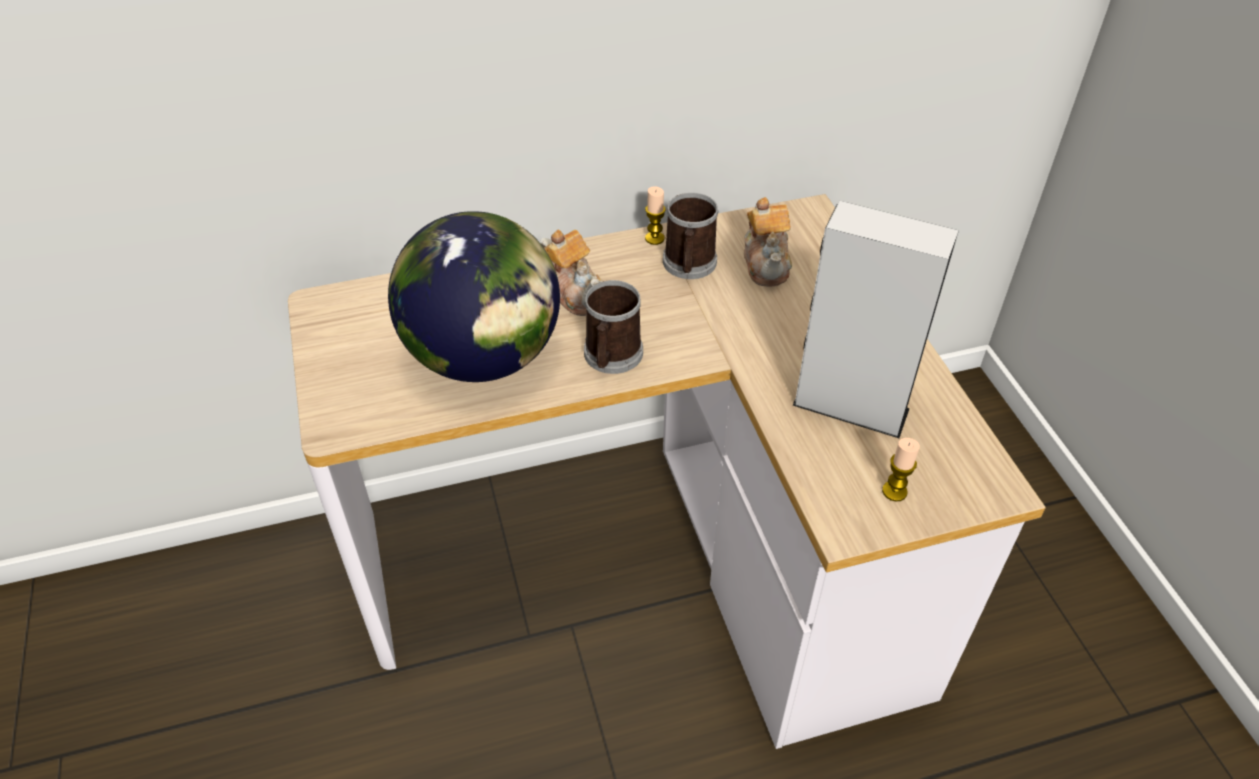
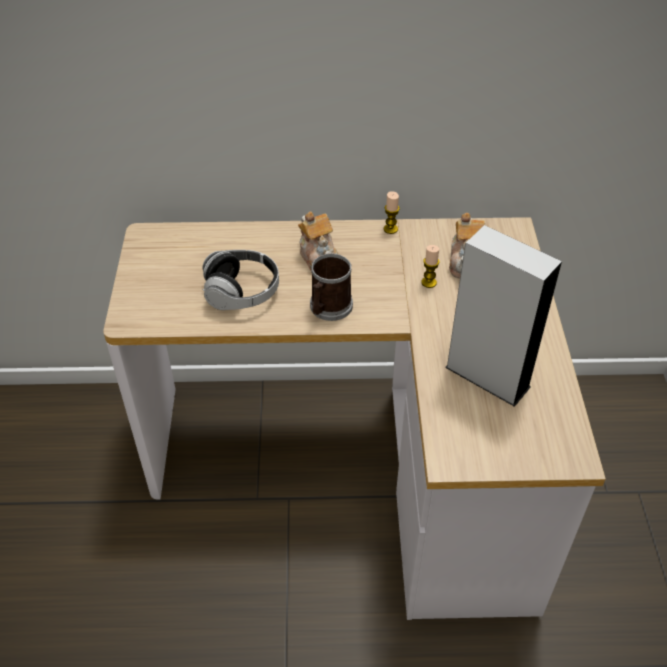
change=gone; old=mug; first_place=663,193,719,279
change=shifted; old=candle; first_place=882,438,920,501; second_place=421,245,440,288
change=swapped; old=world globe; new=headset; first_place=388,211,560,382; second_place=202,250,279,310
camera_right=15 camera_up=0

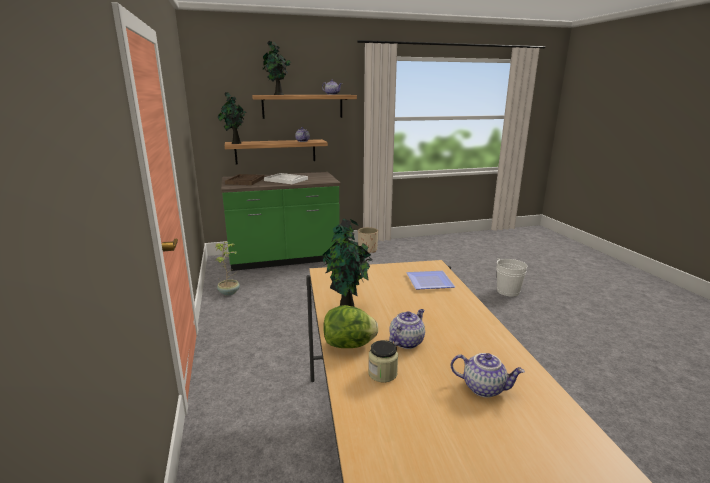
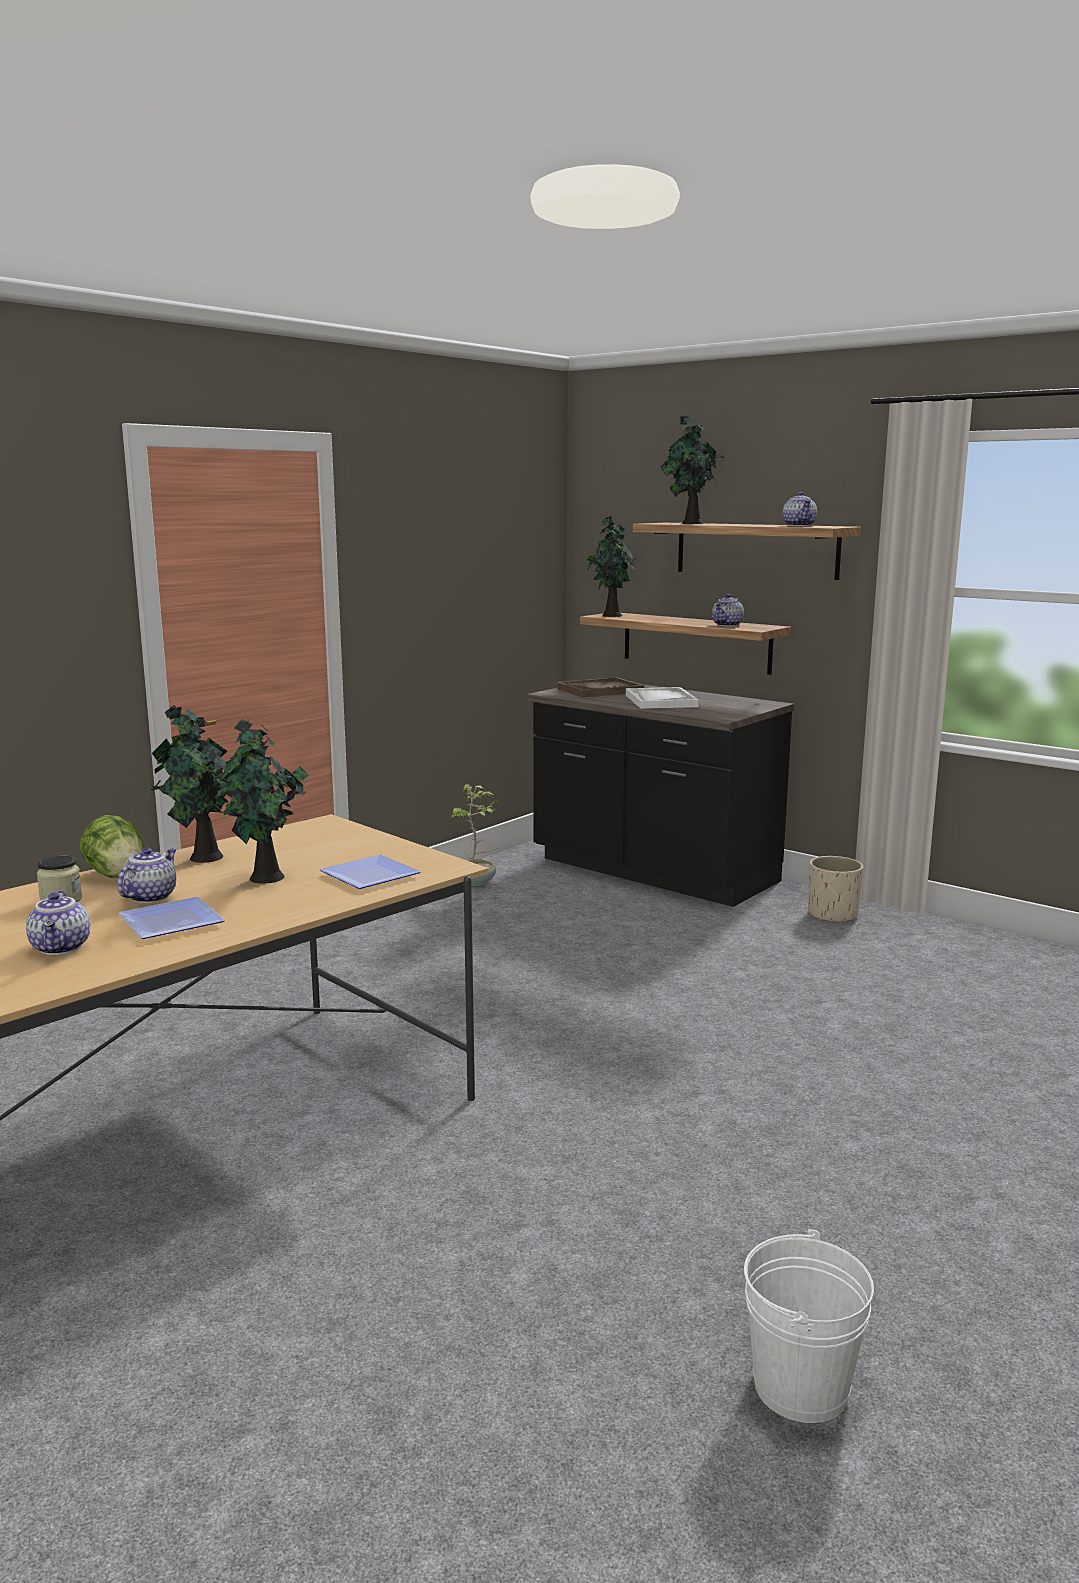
change=new; new=flat dish; second_place=118,897,225,939
change=new; new=plant in a pot; second_place=212,719,309,884
change=shifted; old=white water bucket; first_place=497,258,528,297; second_place=744,1229,874,1423
change=repainted; old=greenish kitchen base unit; new=black kitchen base unit; first_place=221,172,341,271; second_place=527,684,794,907
change=rotated; old=tea pot; first_place=389,309,425,349; second_place=117,848,176,903; degrees=-75
camera_right=55 camera_up=-5

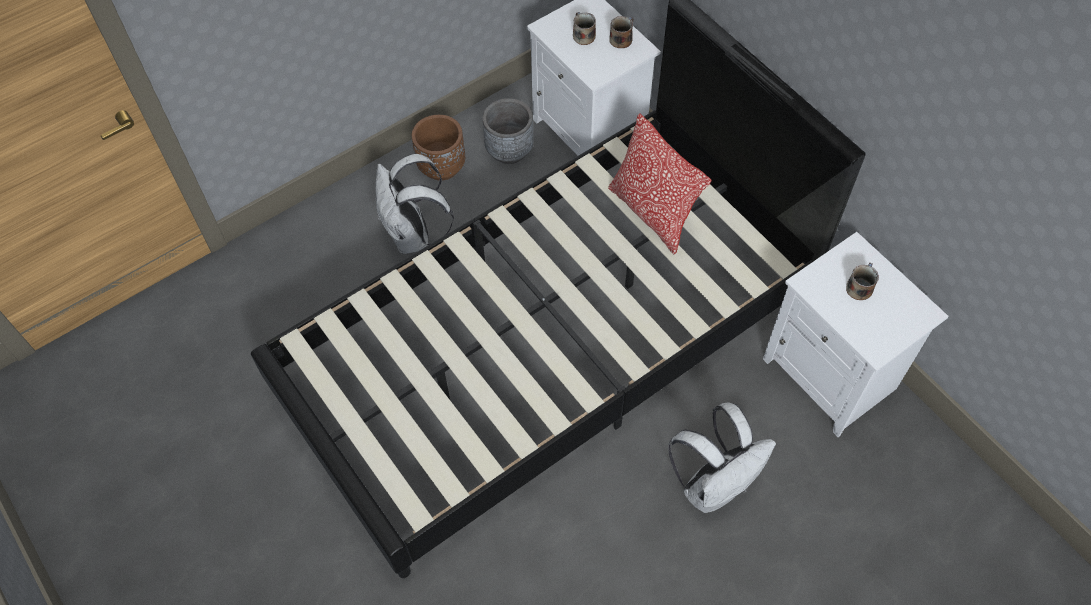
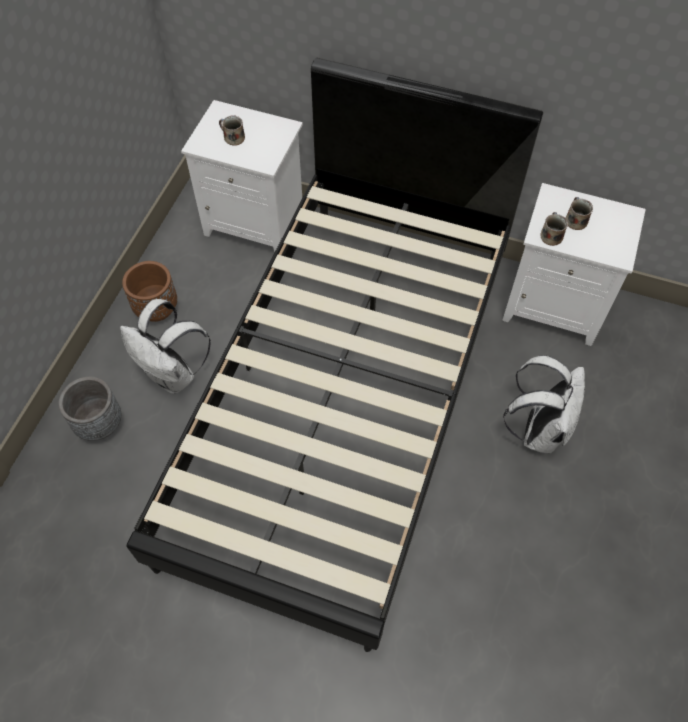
change=gone; old=throw pillow; first_place=608,113,712,254
change=shifted; old=grey planter; first_place=482,98,534,164; second_place=58,377,121,441
change=shifted; old=mug; first_place=609,16,634,48; second_place=540,212,568,246
camera_right=-35 camera_up=0

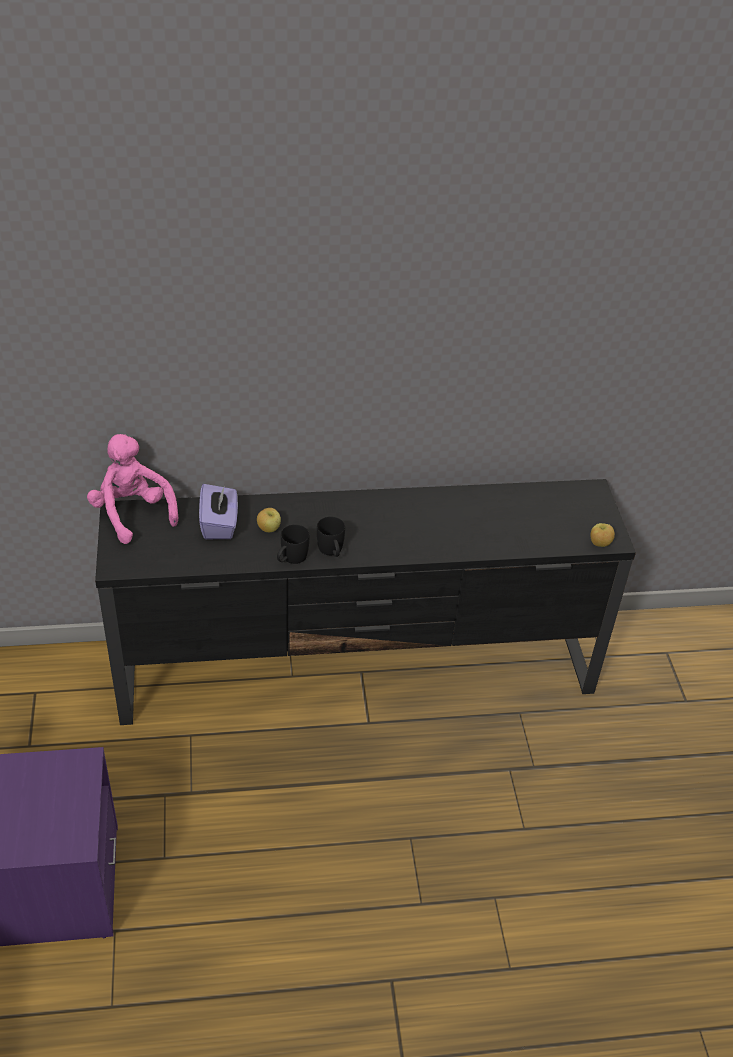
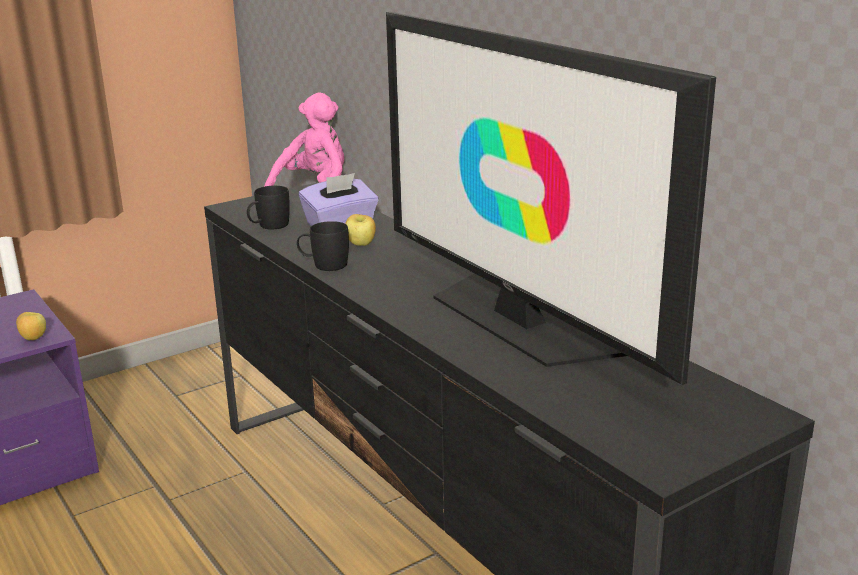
change=new; new=TV; second_place=386,12,716,385
change=shifted; old=black mug; first_place=317,517,345,557; second_place=247,186,290,229
change=shifted; old=apple; first_place=591,523,615,547; second_place=16,312,46,340
camera_right=65 camera_up=-20

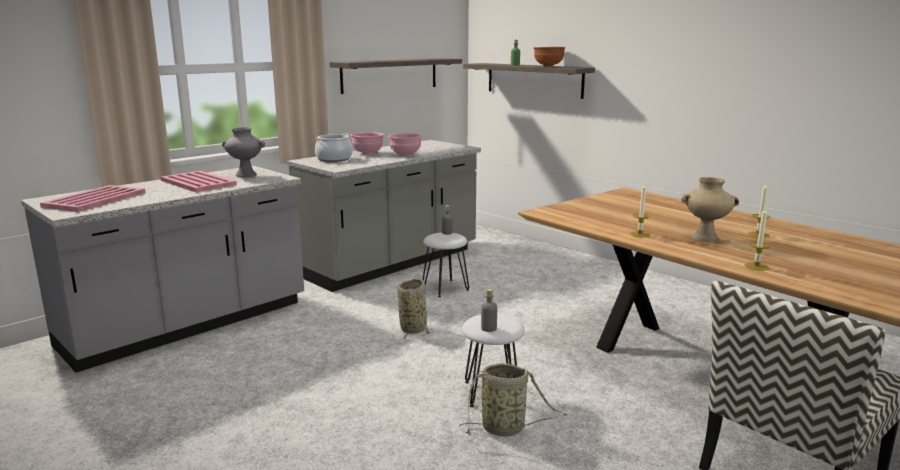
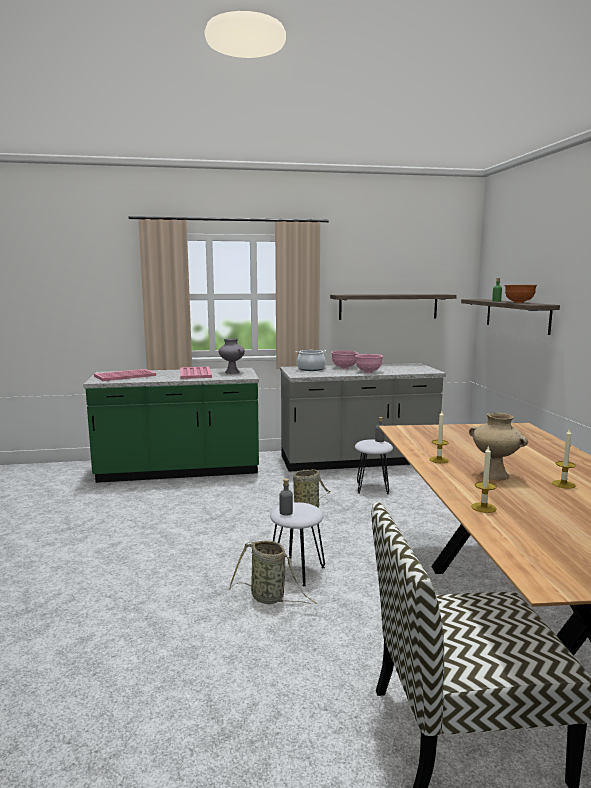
change=repainted; old=grey kitchen base unit; new=greenish kitchen base unit; first_place=21,166,304,372; second_place=83,368,259,483
camera_right=35 camera_up=-5

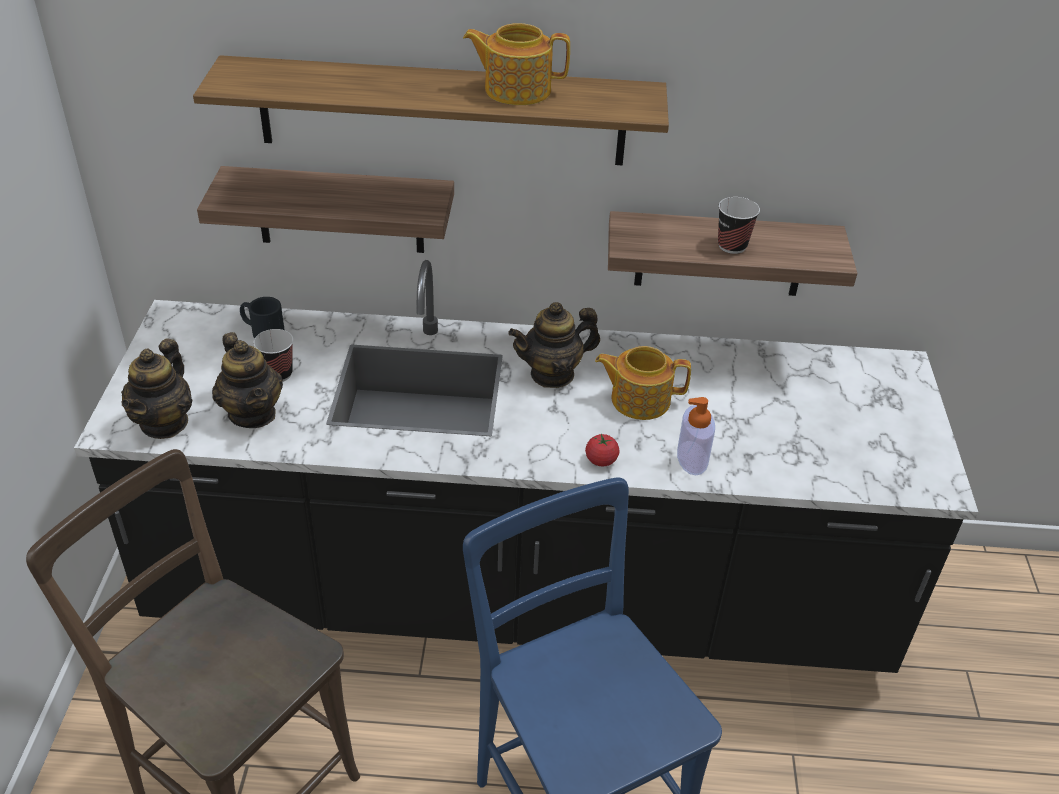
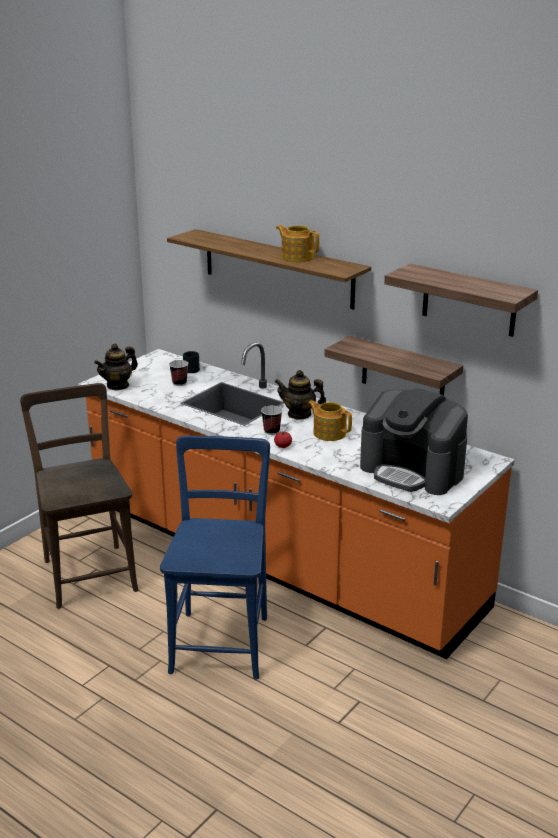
change=gone; old=tea pot; first_place=212,332,283,428
change=gone; old=soap bottle; first_place=677,397,715,475
change=new; new=coffee maker; second_place=360,388,468,495
change=shifted; old=wall shelf; first_place=197,166,454,253; second_place=384,264,538,337
change=shifted; old=cup; first_place=718,197,760,254; second_place=261,406,283,435
change=repainted; old=black kitchen base unit; new=orange kitchen base unit; first_place=74,260,978,673; second_place=78,342,515,659
camera_right=35 camera_up=-15

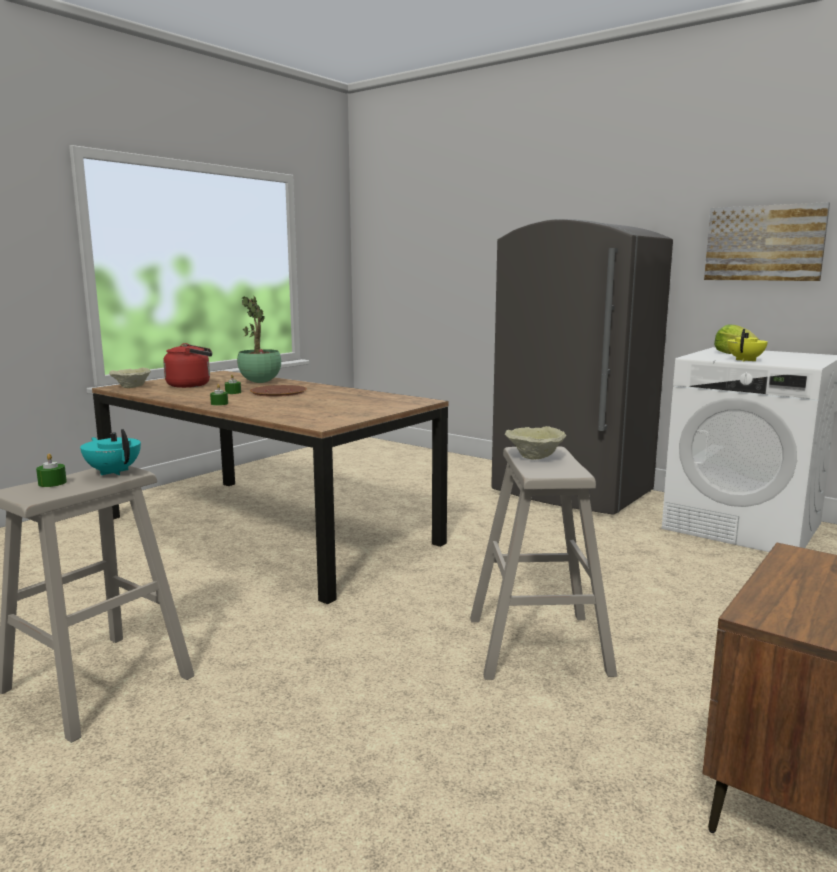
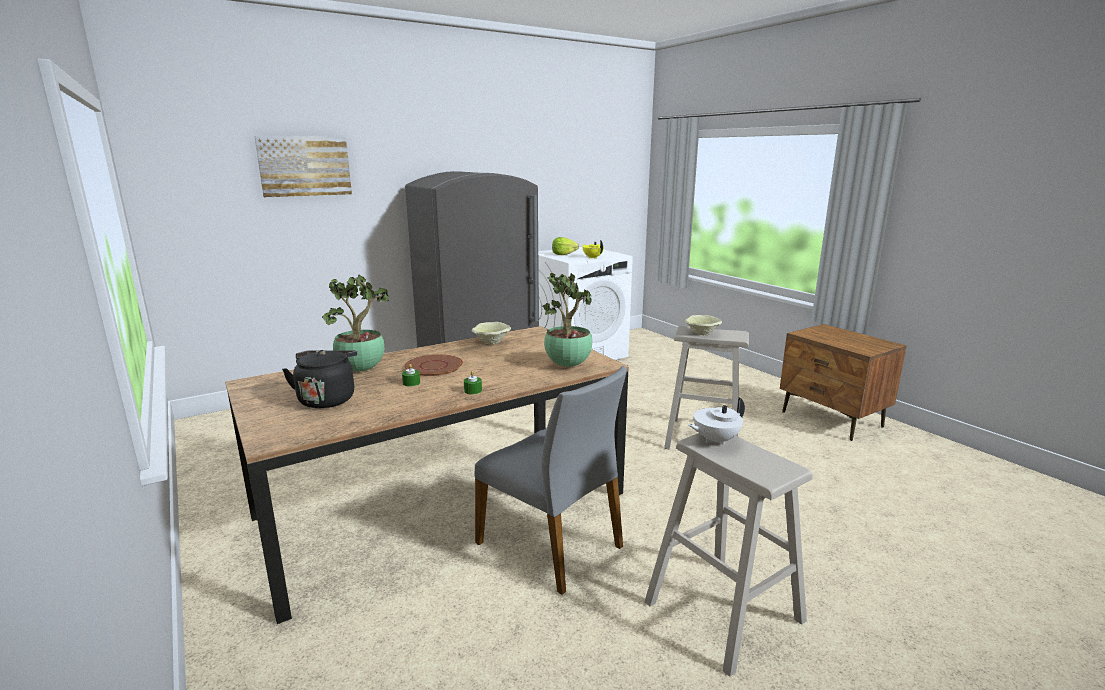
change=gone; old=greenish candle; first_place=36,454,67,487
change=new; new=grey upright chair; second_place=475,366,627,595
change=new; new=plant in a pot; second_place=542,273,592,367
change=shifted; old=beige-coloured bowl; first_place=109,367,151,388; second_place=472,322,511,344
change=shifted; old=wall art; first_place=704,202,830,281; second_place=254,136,352,197
change=repainted; old=turquoise-coloured tea pot; new=white tea pot; first_place=80,429,141,475; second_place=688,397,745,445
change=repainted; old=reddish kettle; new=black kettle; first_place=163,343,212,388; second_place=282,350,358,408
camera_right=-70 camera_up=5

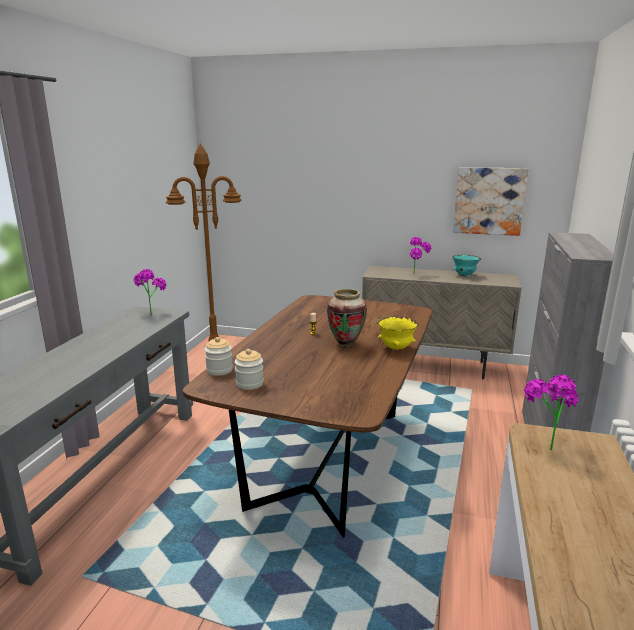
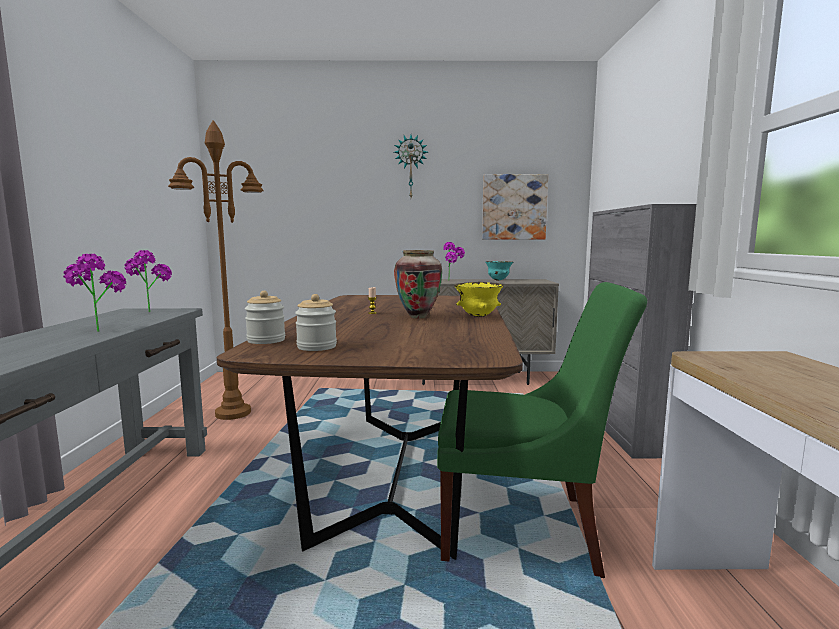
change=new; new=wall clock; second_place=394,135,428,197
change=new; new=greenish upright chair; second_place=437,282,647,578
change=shifted; old=plant in a pot; first_place=524,374,578,450; second_place=63,254,127,332
camera_right=-15 camera_up=-10

